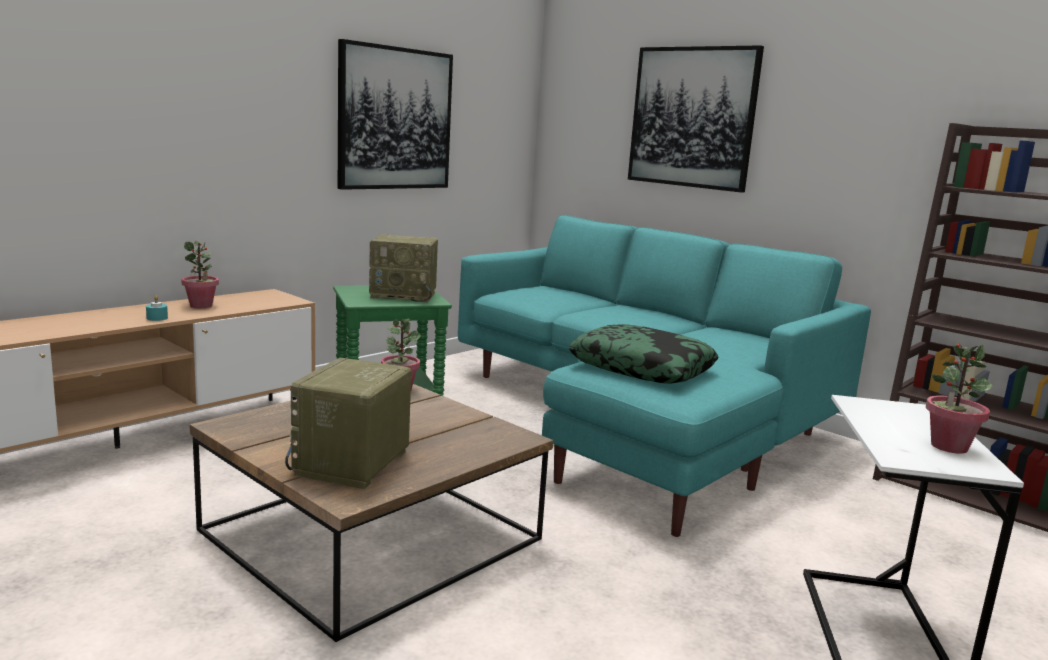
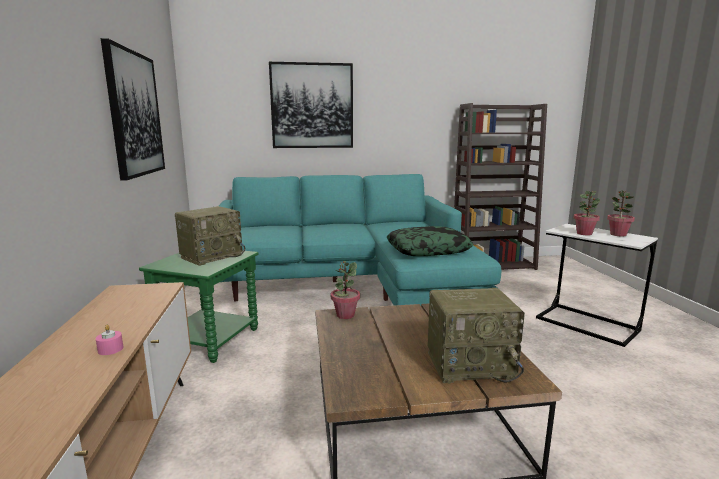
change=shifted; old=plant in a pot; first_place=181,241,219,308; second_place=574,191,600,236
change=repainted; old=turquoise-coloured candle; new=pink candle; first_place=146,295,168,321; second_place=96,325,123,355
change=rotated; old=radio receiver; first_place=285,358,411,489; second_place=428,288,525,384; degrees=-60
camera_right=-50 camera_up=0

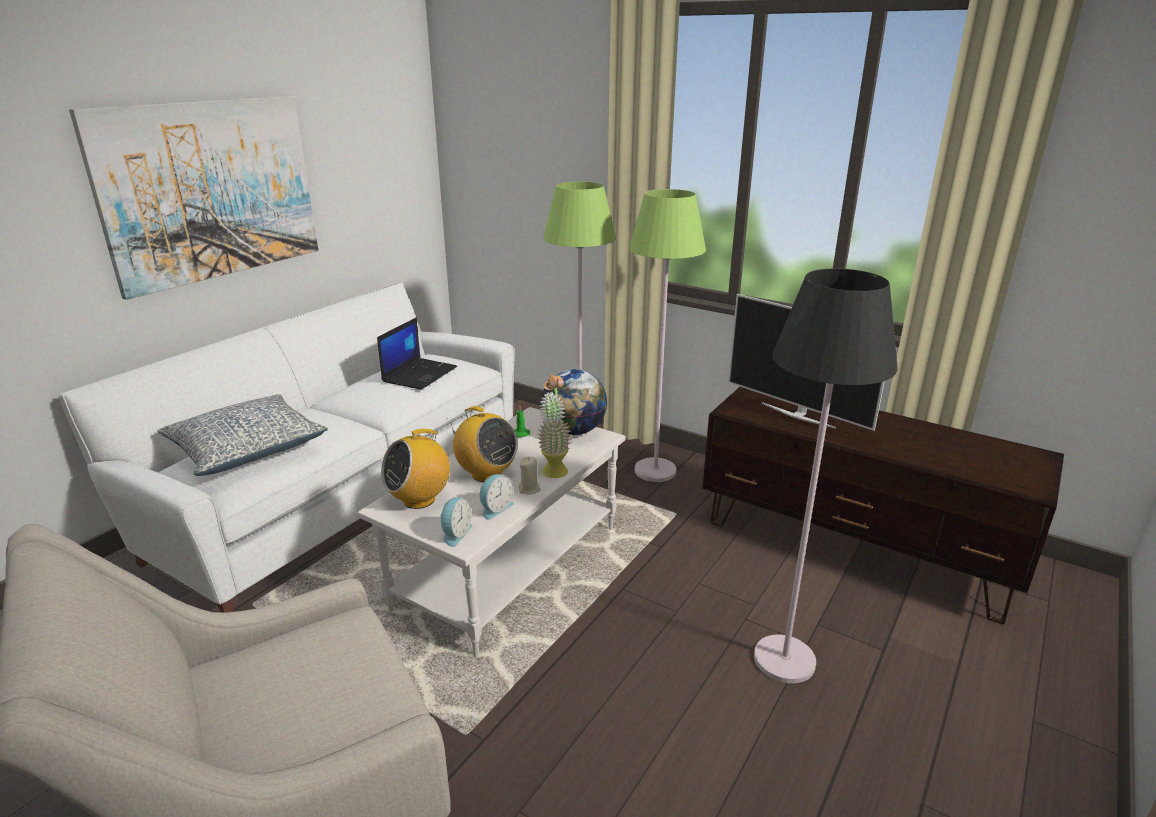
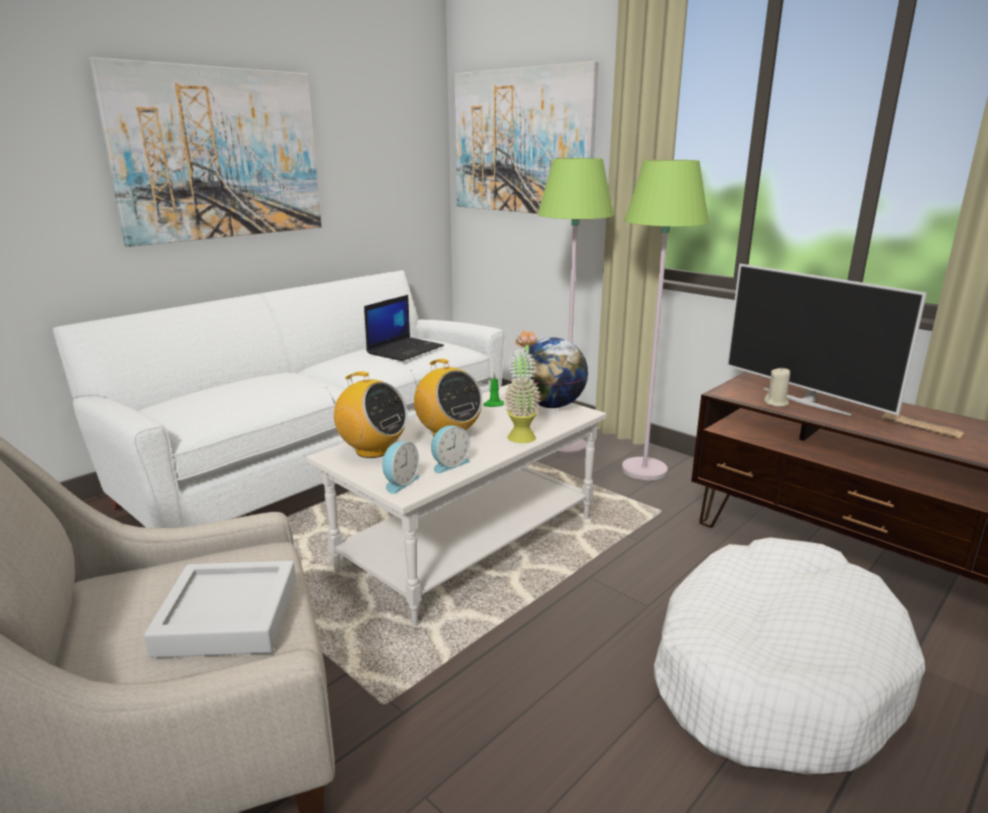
change=gone; old=throw pillow; first_place=157,394,328,476
change=new; new=grey serving tray; second_place=144,561,296,658
change=new; new=wall art; second_place=454,61,599,214
change=new; new=daily paper; second_place=881,412,964,439
change=shifted; old=beige-coloured candle; first_place=519,456,541,495; second_place=764,368,790,407
change=swapped; old=black standing lamp; new=white dog cushion; first_place=754,269,898,683; second_place=654,537,925,774
change=rotated; old=radio receiver; first_place=381,428,450,509; second_place=326,371,408,458; degrees=-120
camera_right=10 camera_up=-5

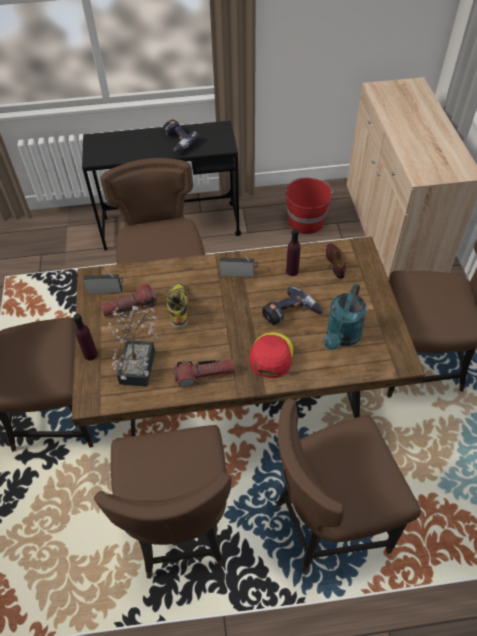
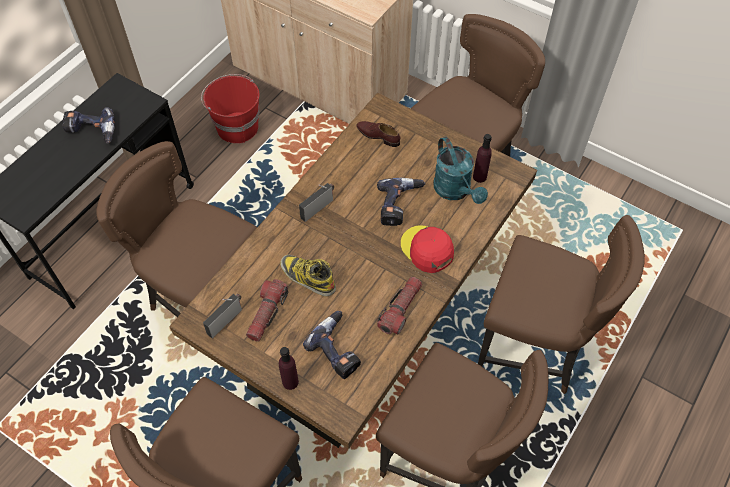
change=shifted; old=purple-coloured drink bottle; first_place=286,229,300,276; second_place=473,134,492,183
change=swapped; old=plant in a pot; new=electric drill; first_place=108,306,159,387; second_place=303,311,361,379
change=rotated; old=brown-coloured upright chair; first_place=277,398,421,574; second_place=478,215,645,394; degrees=-90
camera_right=-50 camera_up=5

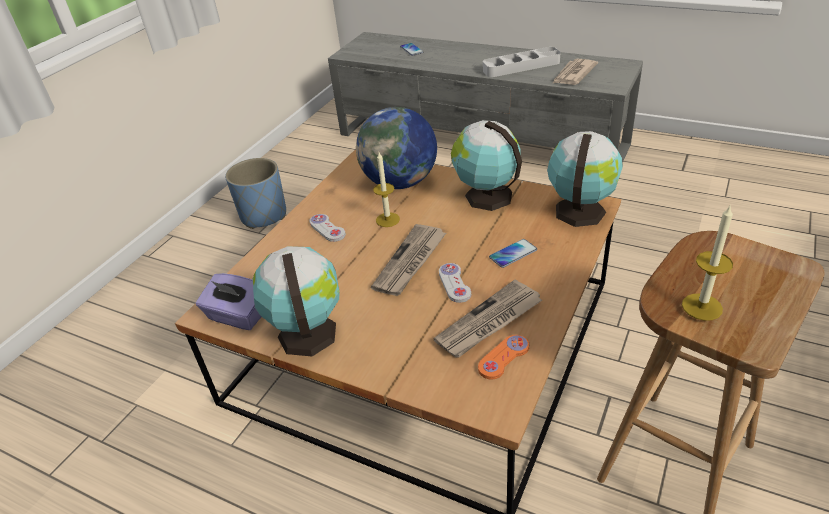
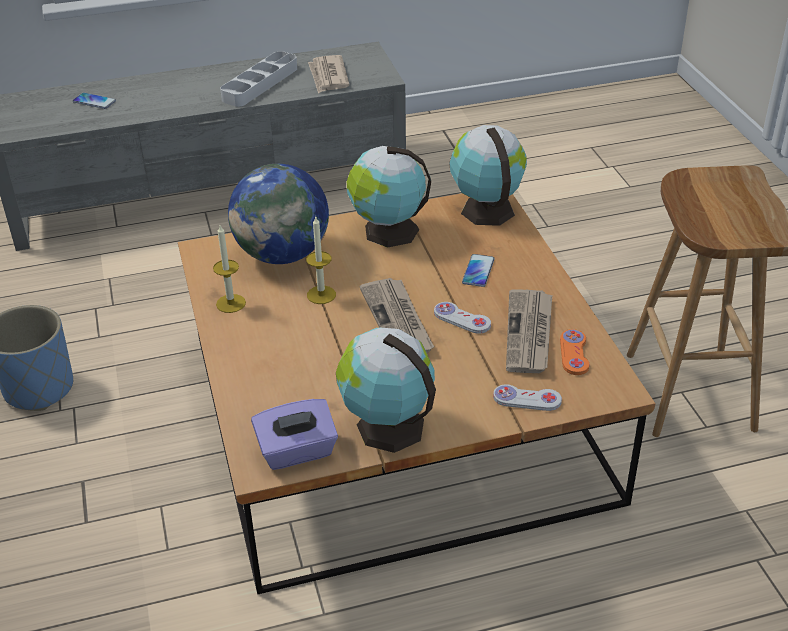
change=shifted; old=white joypad; first_place=309,214,346,242; second_place=493,384,562,411
change=shifted; old=candle; first_place=682,206,733,321; second_place=213,225,246,313
camera_right=-45 camera_up=0

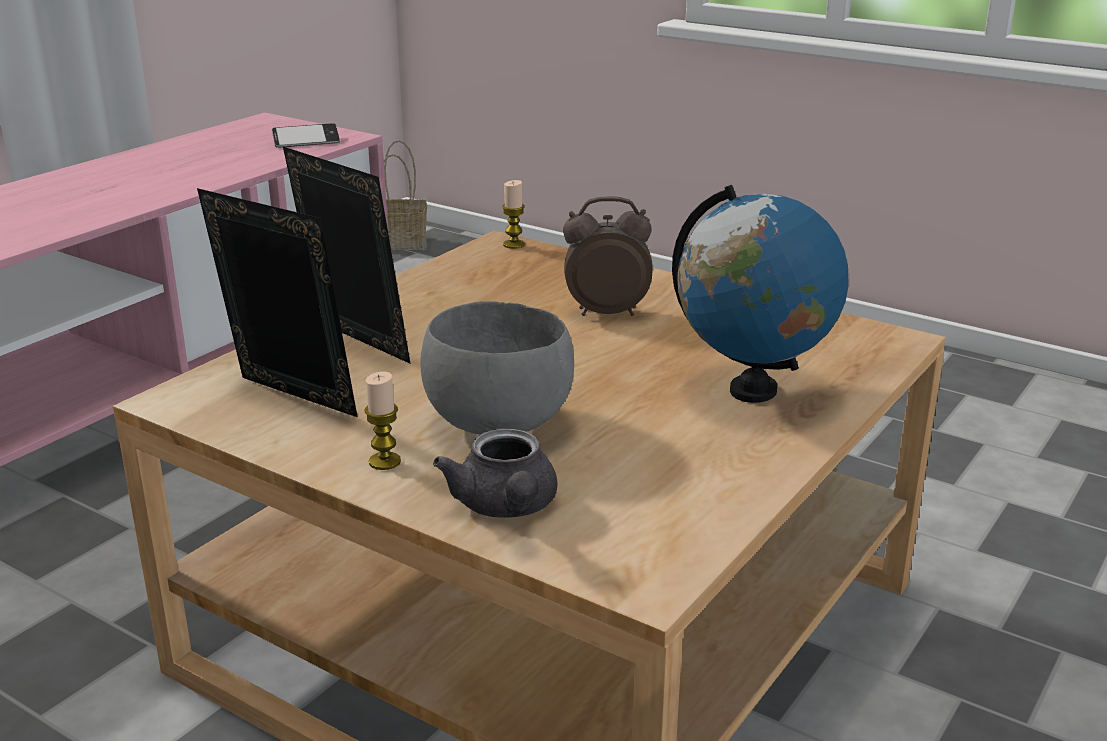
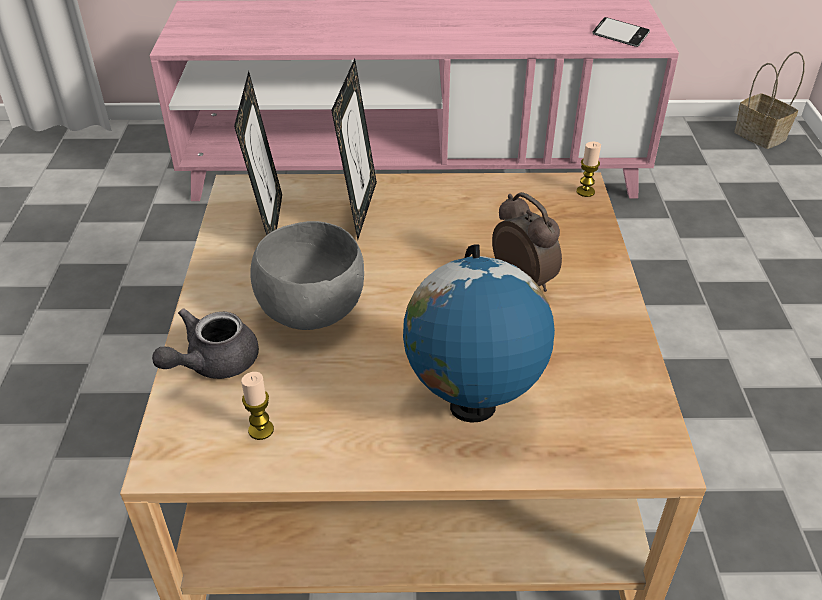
change=shifted; old=candle; first_place=364,372,401,470; second_place=241,372,274,440
camera_right=55 camera_up=15

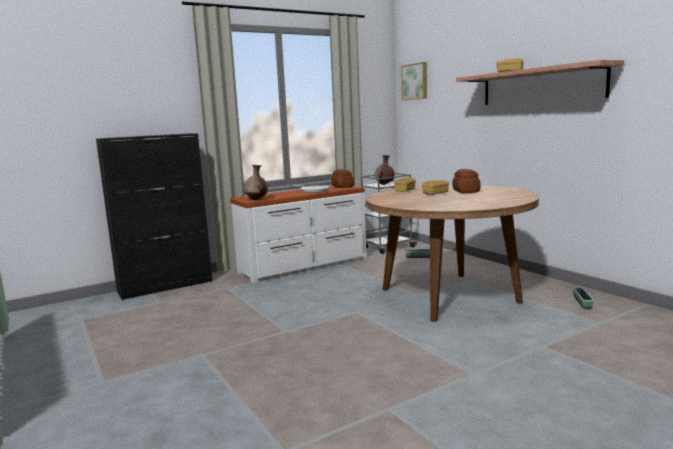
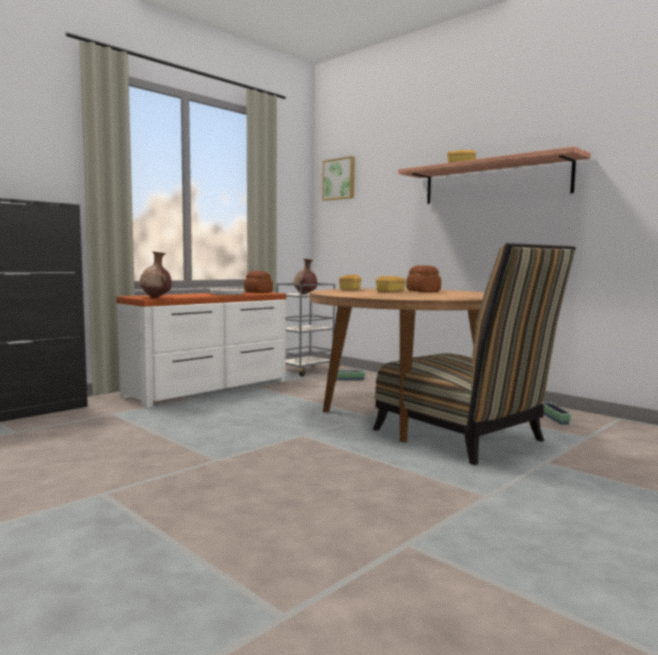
change=new; new=upright chair; second_place=373,243,576,465
camera_right=-15 camera_up=-5

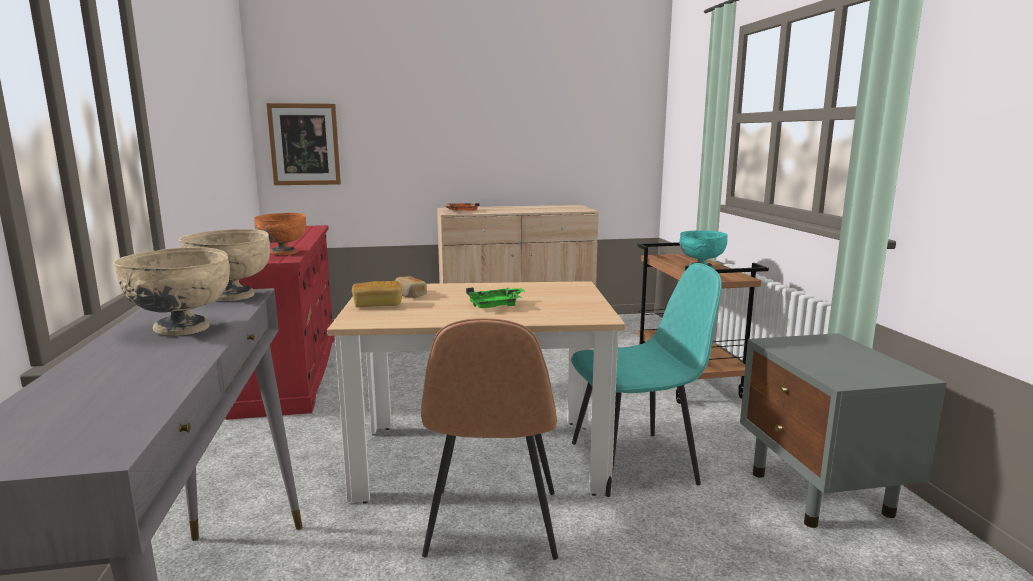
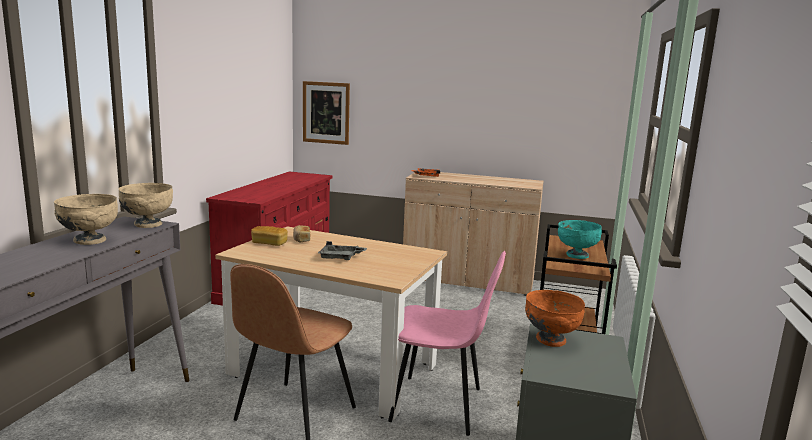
change=shifted; old=orange bowl; first_place=254,213,306,255; second_place=525,290,585,347
change=repainted; old=greenish serving tray; new=grey serving tray; first_place=466,287,525,308; second_place=318,241,367,260
change=repainted; old=turquoise-coloured upright chair; new=pink upright chair; first_place=571,263,722,497; second_place=388,251,506,436
camera_right=25 camera_up=0

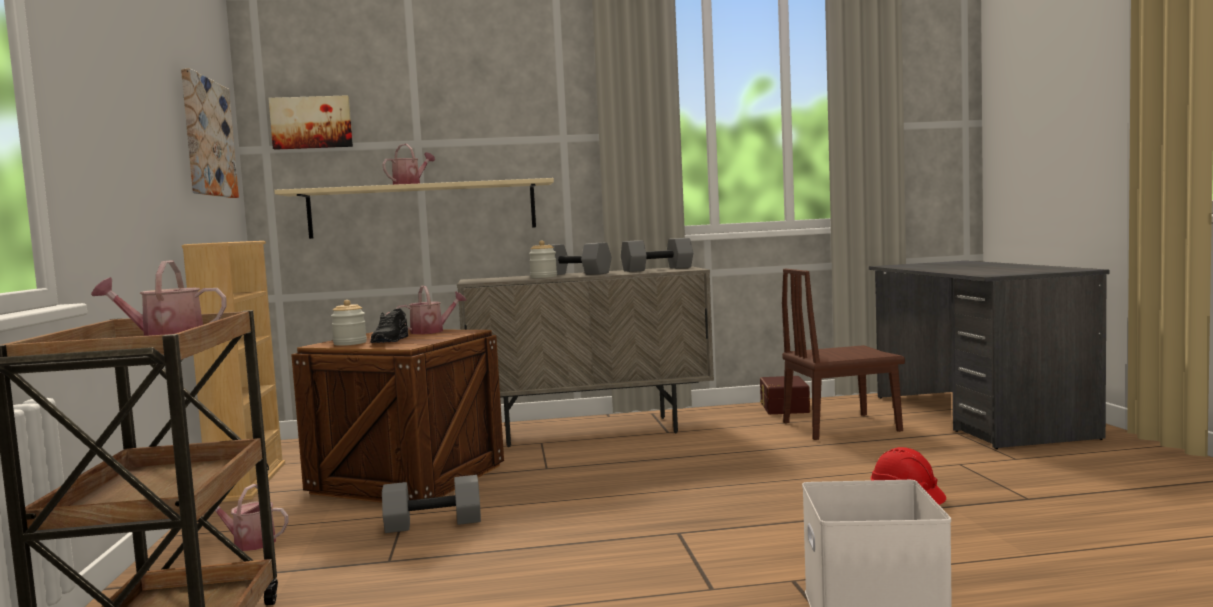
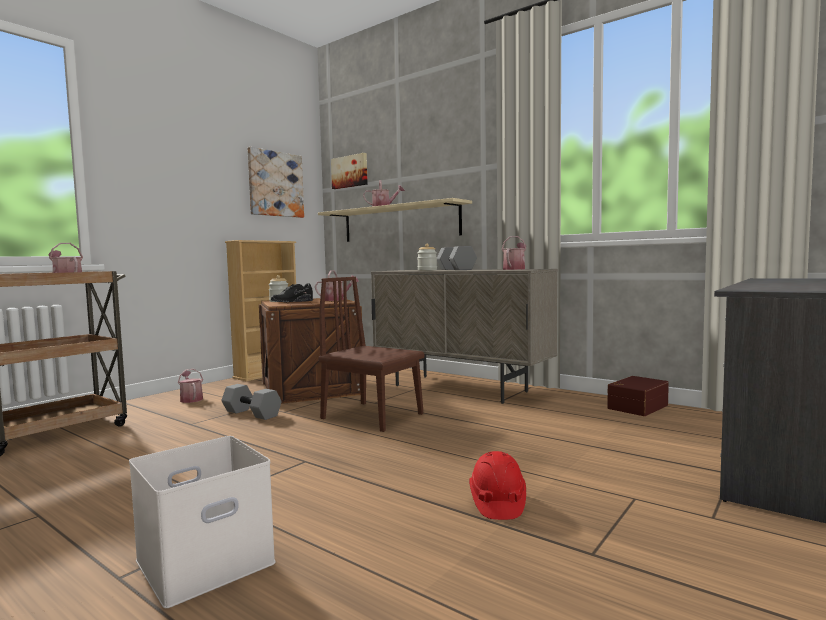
change=shifted; old=brown-coloured upright chair; first_place=782,268,905,440; second_place=318,277,424,432
change=swapped; old=grey hand weight; new=watering can; first_place=621,238,693,272; second_place=502,236,526,270
camera_right=45 camera_up=0

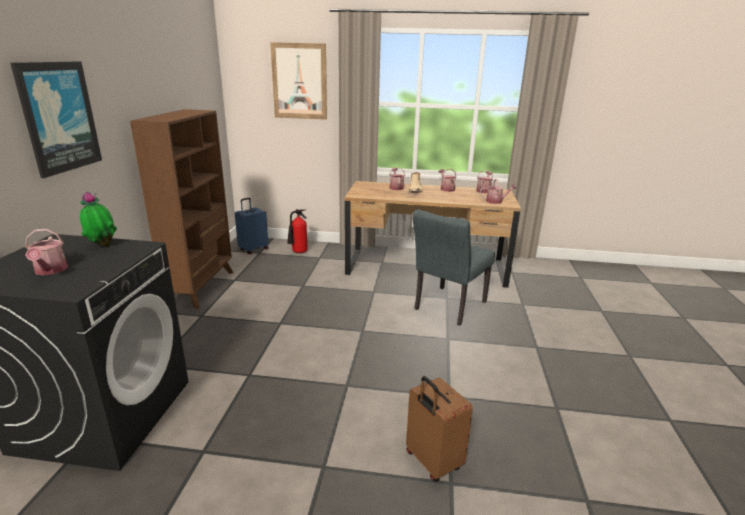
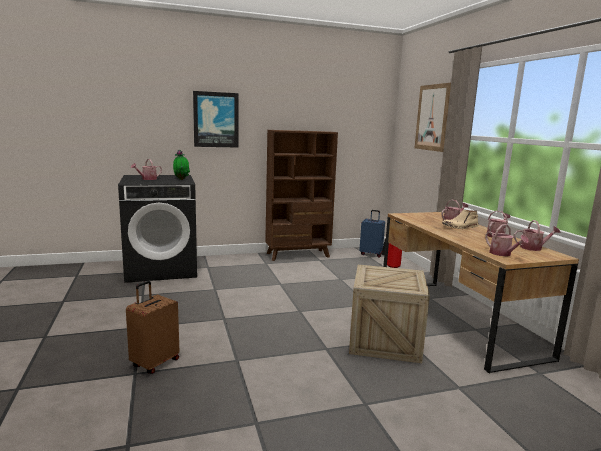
change=swapped; old=grey upright chair; new=shipping crate; first_place=412,209,495,325; second_place=349,265,430,363
camera_right=65 camera_up=-10

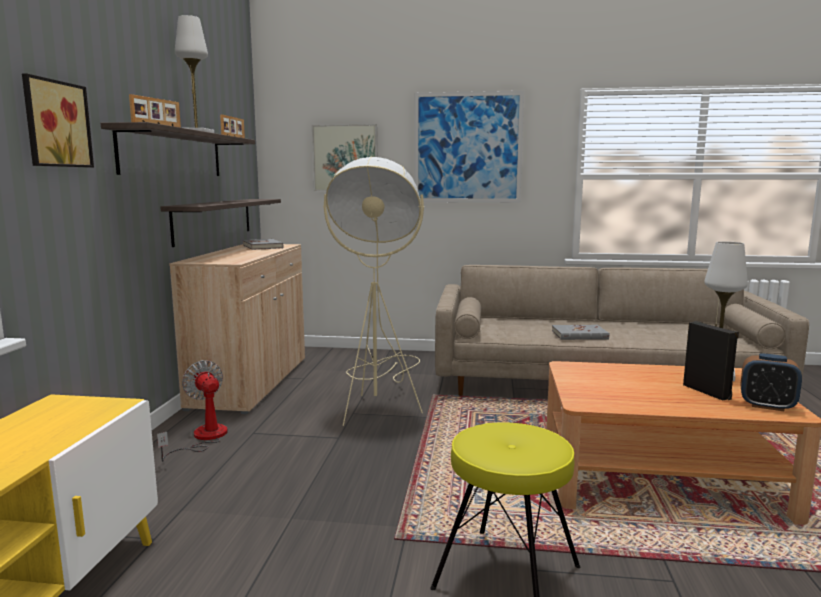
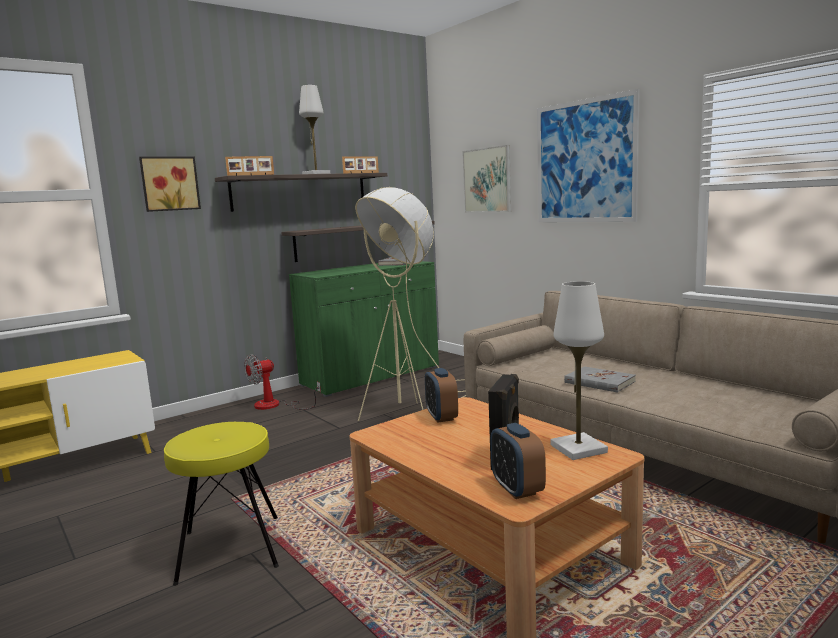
change=new; new=bedside clock; second_place=425,368,458,423
change=repainted; old=beige-coloured storage cabinet; new=greenish storage cabinet; first_place=169,244,305,414; second_place=289,261,439,397
change=rotated; old=cooling fan; first_place=157,360,228,462; second_place=244,354,321,410; degrees=-135
camera_right=45 camera_up=0

